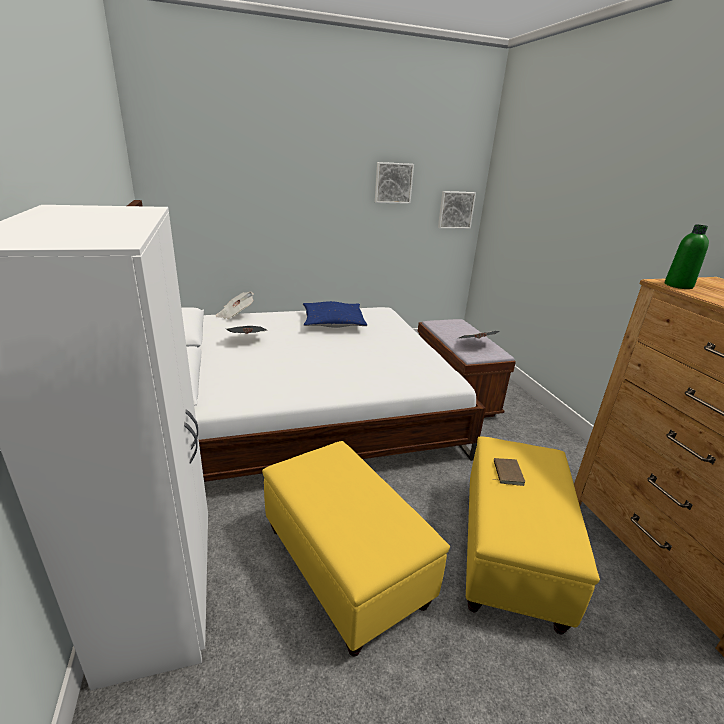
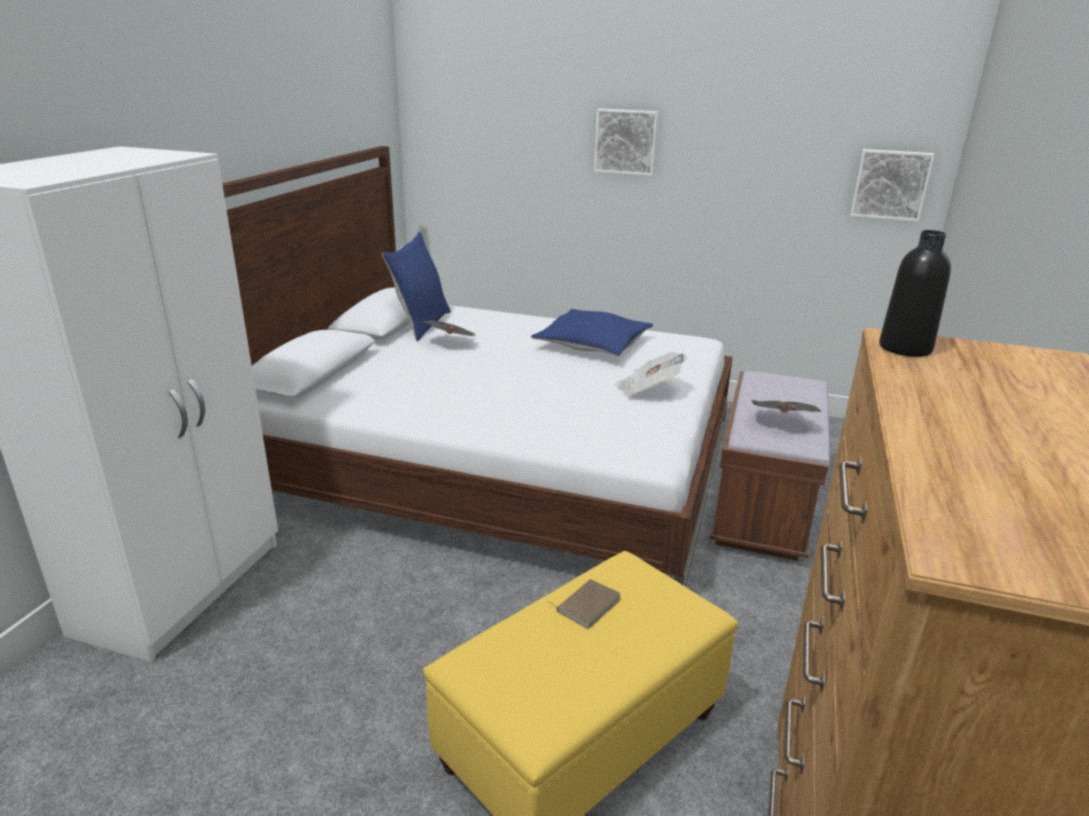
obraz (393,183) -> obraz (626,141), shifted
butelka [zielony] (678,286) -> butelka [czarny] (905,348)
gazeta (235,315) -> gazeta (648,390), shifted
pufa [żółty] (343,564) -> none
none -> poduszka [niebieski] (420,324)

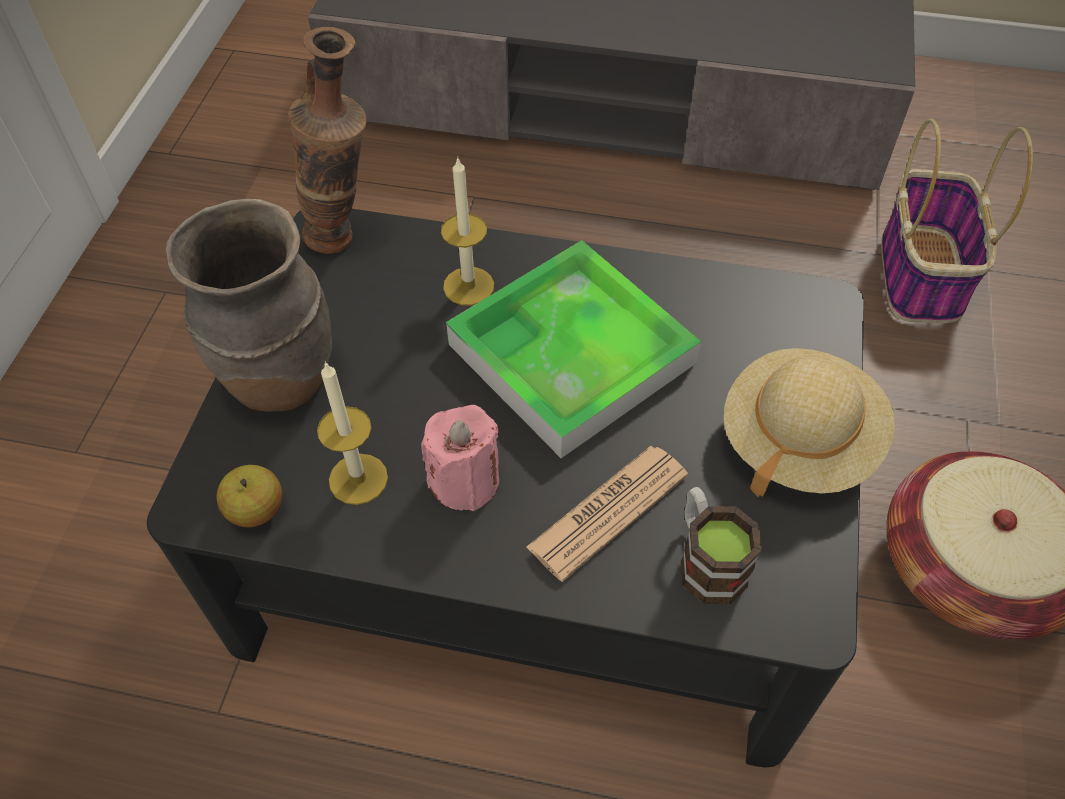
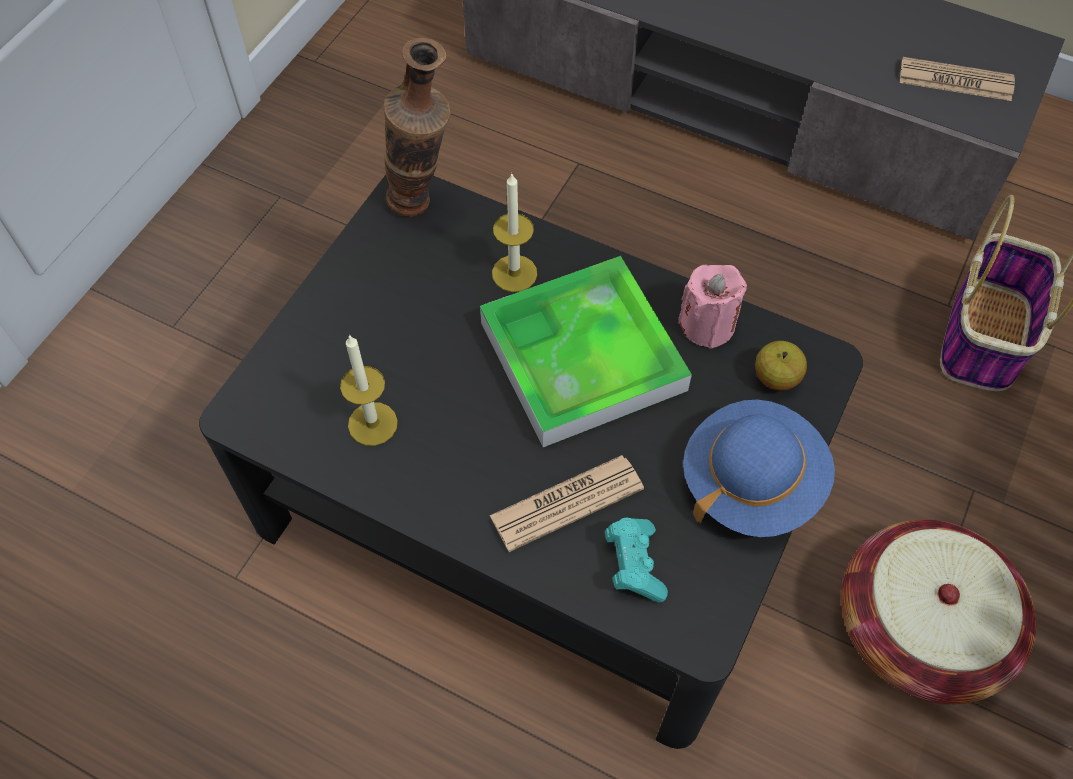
wazon [brązowy] (279,379) -> none
kapelusz [beżowy] (798,441) -> kapelusz [niebieski] (751,482)
świeca [różowy] (465,481) -> świeca [różowy] (707,324), shifted
jabłko (256,510) -> jabłko (776,378), shifted
kubek (706,560) -> pad do gier [turkusowy] (634,564)
none -> gazeta (955,80)

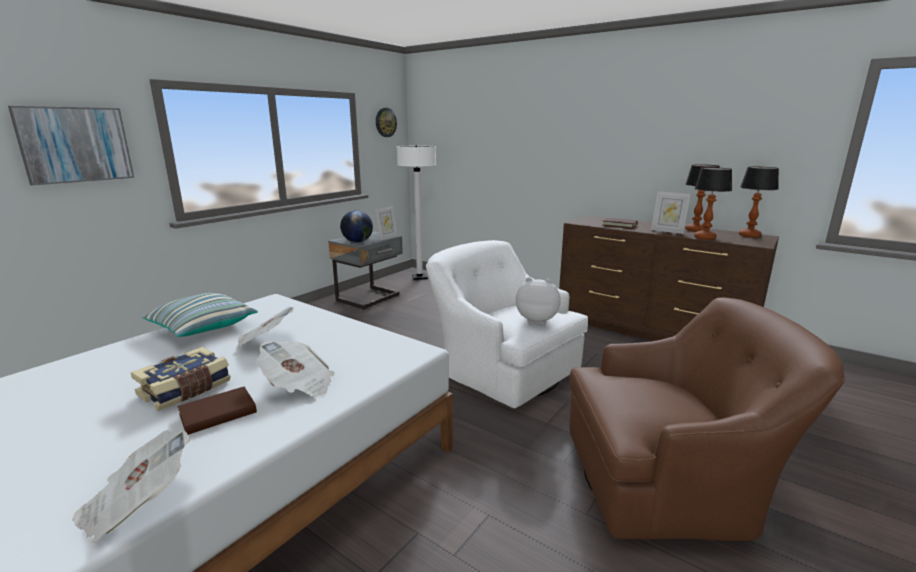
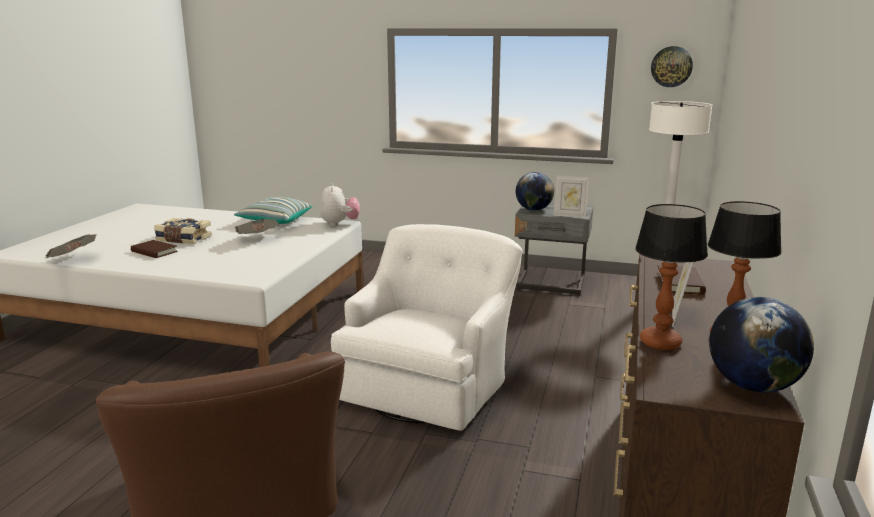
obraz (75,144) -> none
lampa stołowa (749,235) -> globus (752,386)
pluszak (537,320) -> pluszak (339,224), shifted
gazeta (299,386) -> none

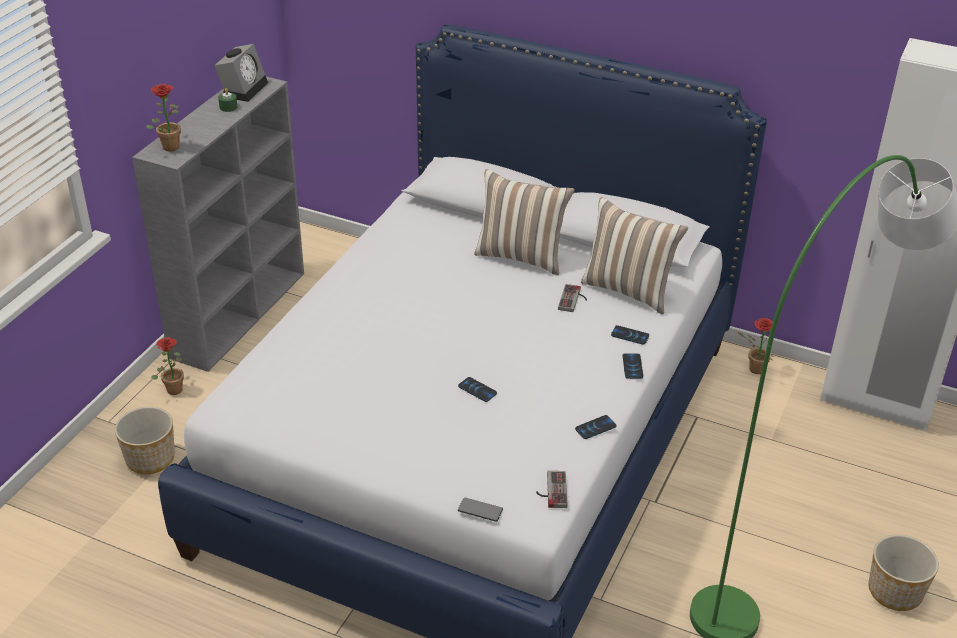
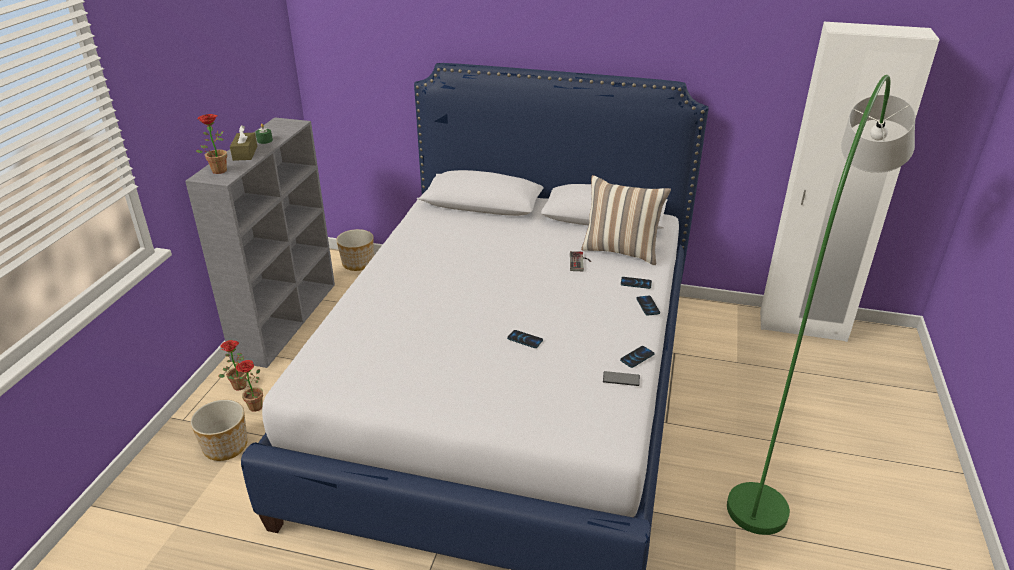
budzik (243,88) -> none
poduszka (521,256) -> none
roślina doniczkowa (753,369) -> roślina doniczkowa (252,407), shifted
pad do gier (551,490) -> none
telefon (480,510) -> telefon (621,379), shifted
donica (894,592) -> donica (357,264), shifted
none -> pudełko chusteczek [brązowy] (245,153)

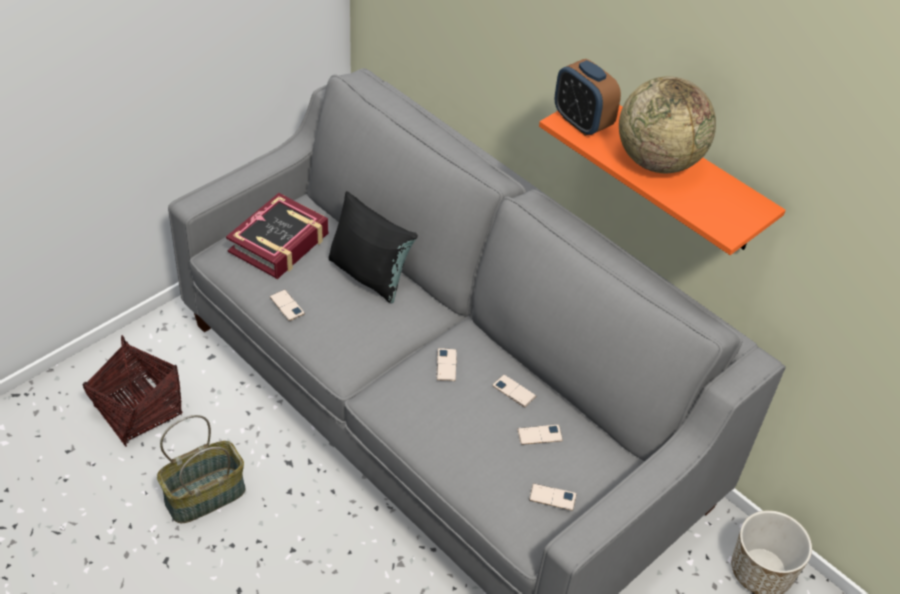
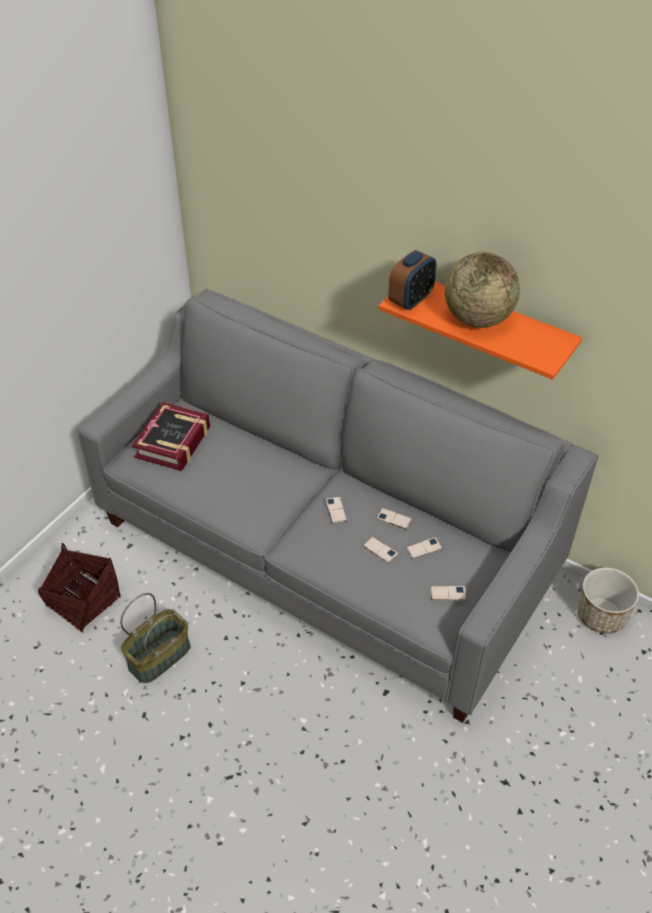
budzik (582,122) -> budzik (411,300), 90 degrees counterclockwise
poduszka [czarny] (369,275) -> none
telefon (287,305) -> telefon (380,550), shifted

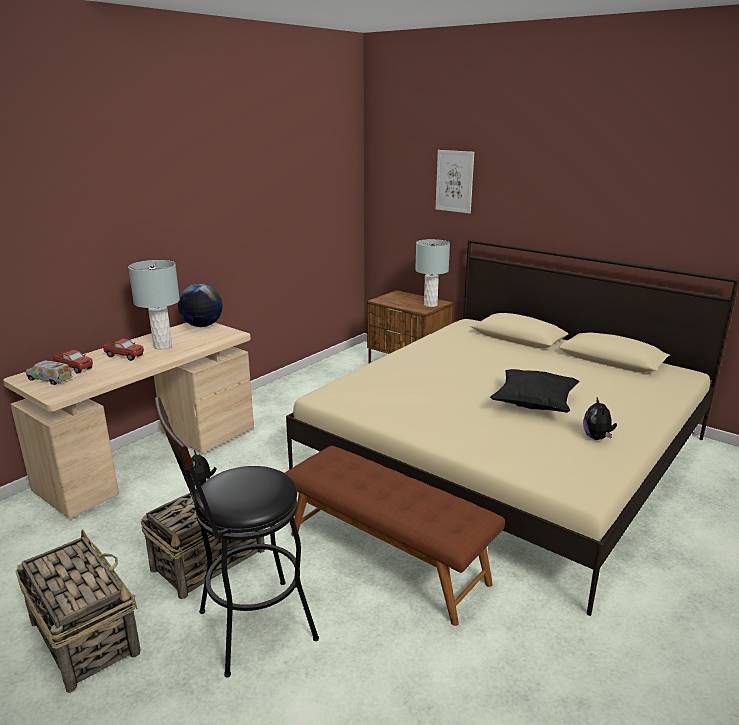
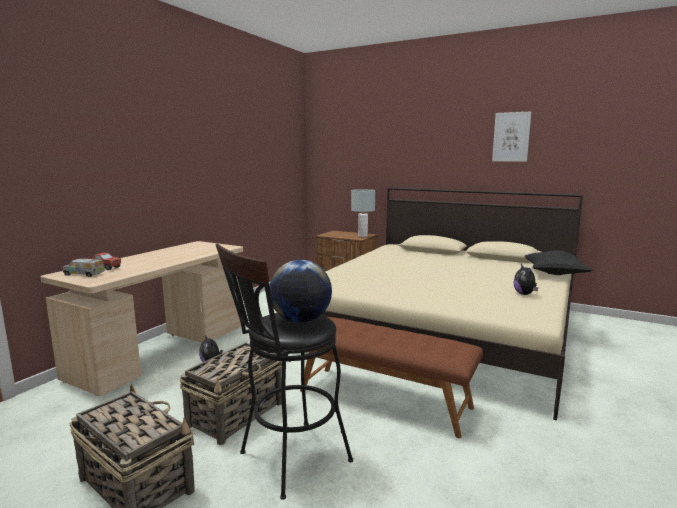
obraz (454,181) -> obraz (511,137), shifted
lampa stołowa [szary] (162,346) -> none
globus (202,326) -> globus (301,320), shifted
ciężarówka zabawkowa (124,356) -> none
poduszka [czarny] (533,405) -> poduszka [czarny] (554,274), shifted

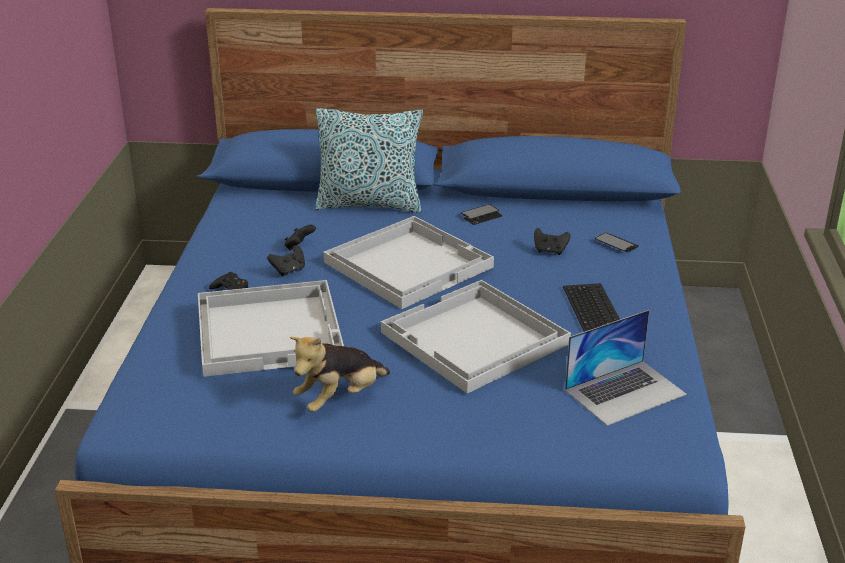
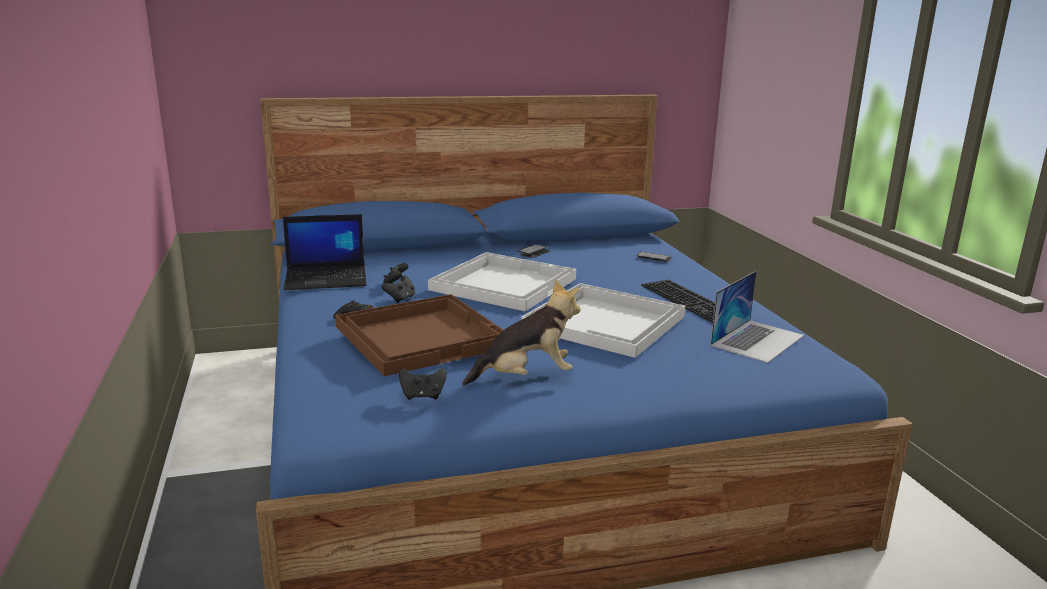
poduszka (369,204) -> none
pad do gier [czarny] (550,251) -> pad do gier [czarny] (422,396), shifted
taca [biały] (270,330) -> taca [brązowy] (422,336)
pluszak (340,399) -> pluszak (526,377), 135 degrees counterclockwise
none -> laptop (327,279)

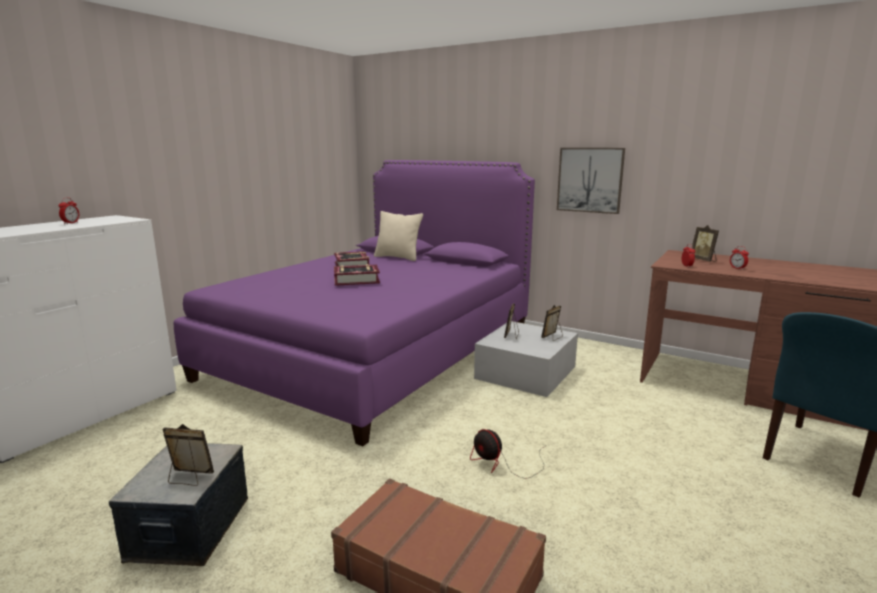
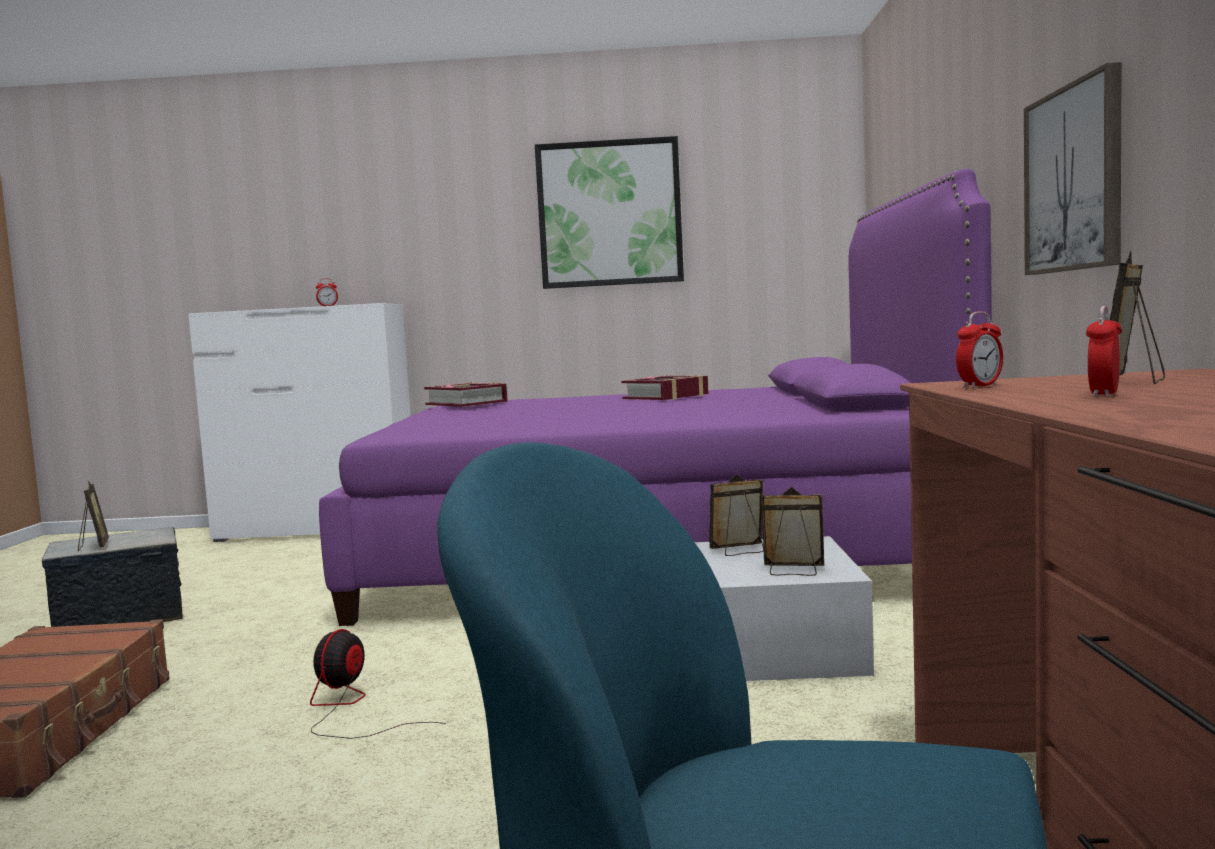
poduszka [beżowy] (398,257) -> none
książka (356,280) -> książka (467,403), shifted
none -> obraz (609,213)

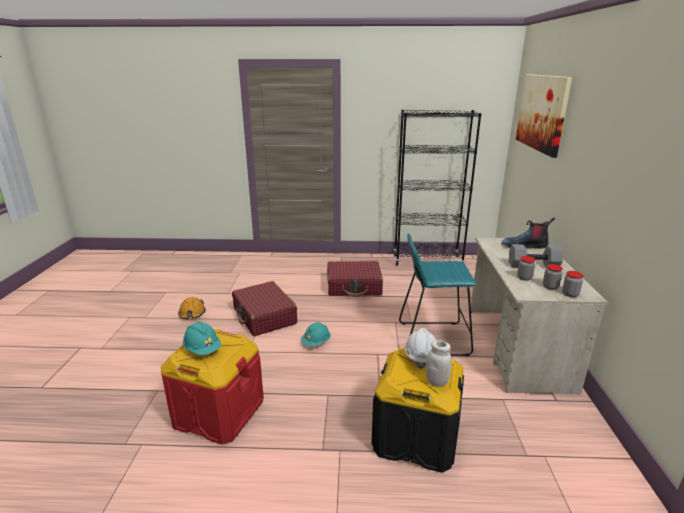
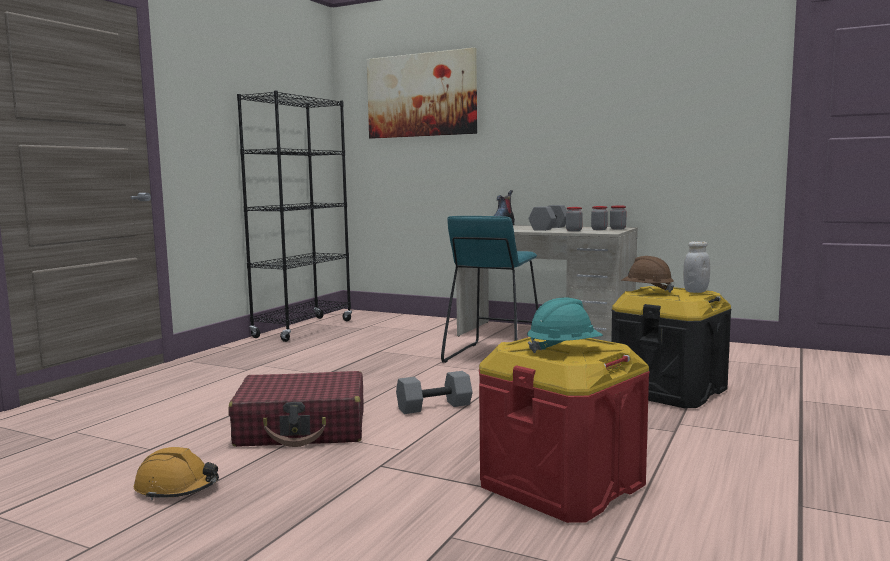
walizka [czerwony] (354,286) -> none
kask [turkusowy] (316,343) -> hantel [szary] (434,406)
kask [biały] (420,356) -> kask [brązowy] (646,290)

